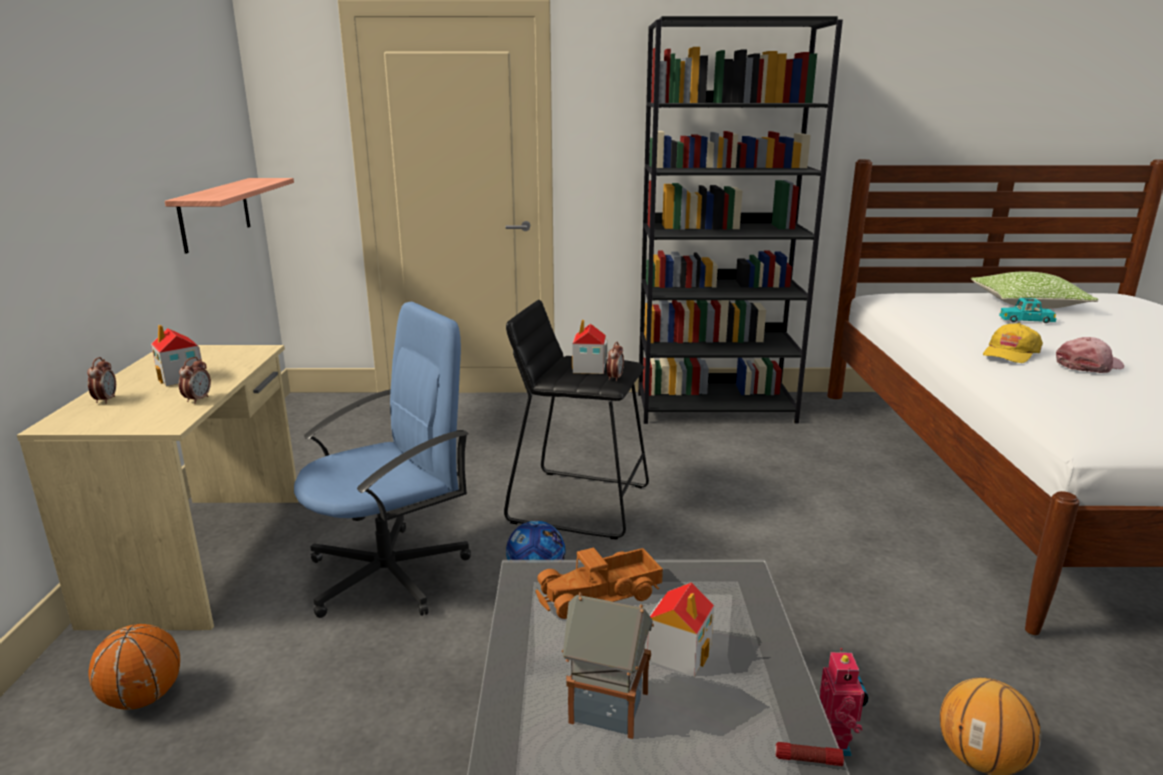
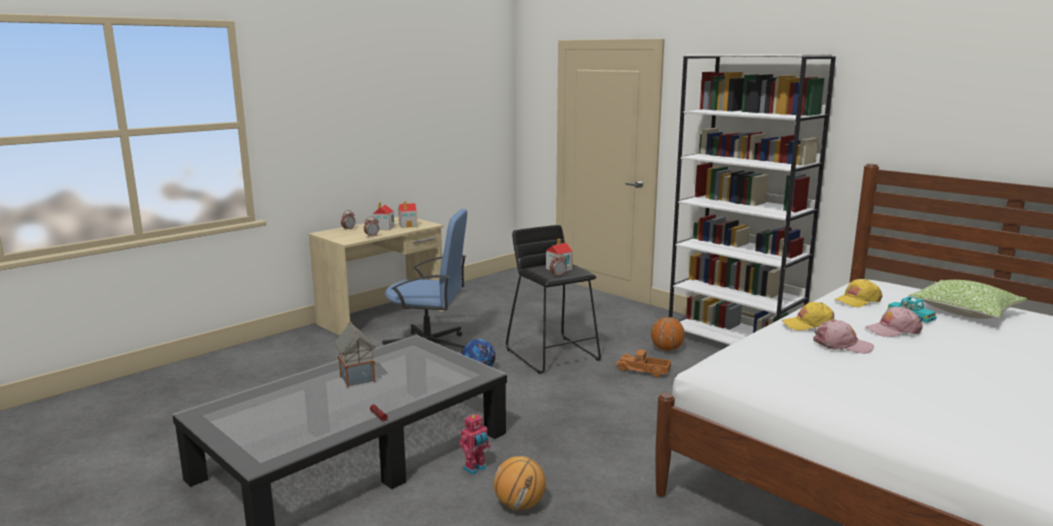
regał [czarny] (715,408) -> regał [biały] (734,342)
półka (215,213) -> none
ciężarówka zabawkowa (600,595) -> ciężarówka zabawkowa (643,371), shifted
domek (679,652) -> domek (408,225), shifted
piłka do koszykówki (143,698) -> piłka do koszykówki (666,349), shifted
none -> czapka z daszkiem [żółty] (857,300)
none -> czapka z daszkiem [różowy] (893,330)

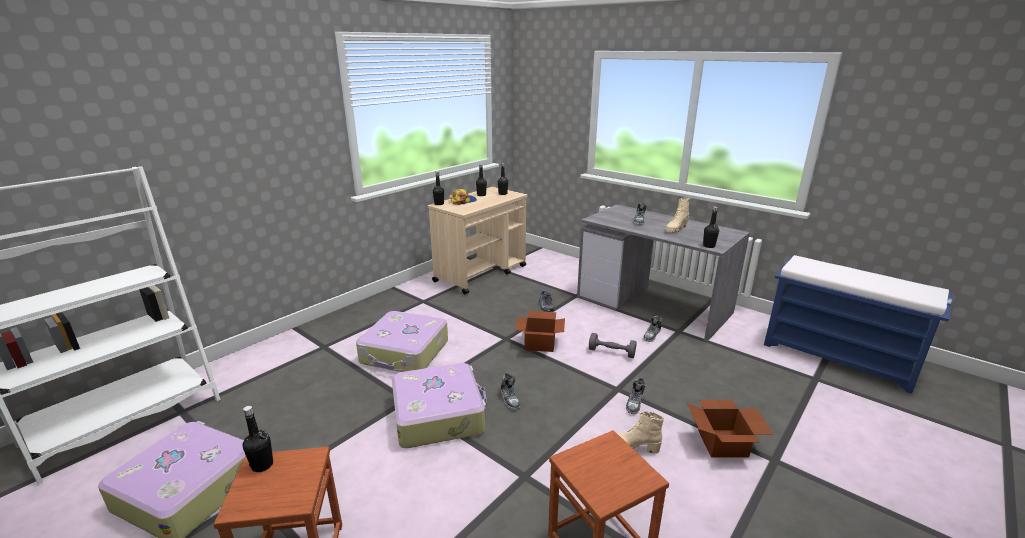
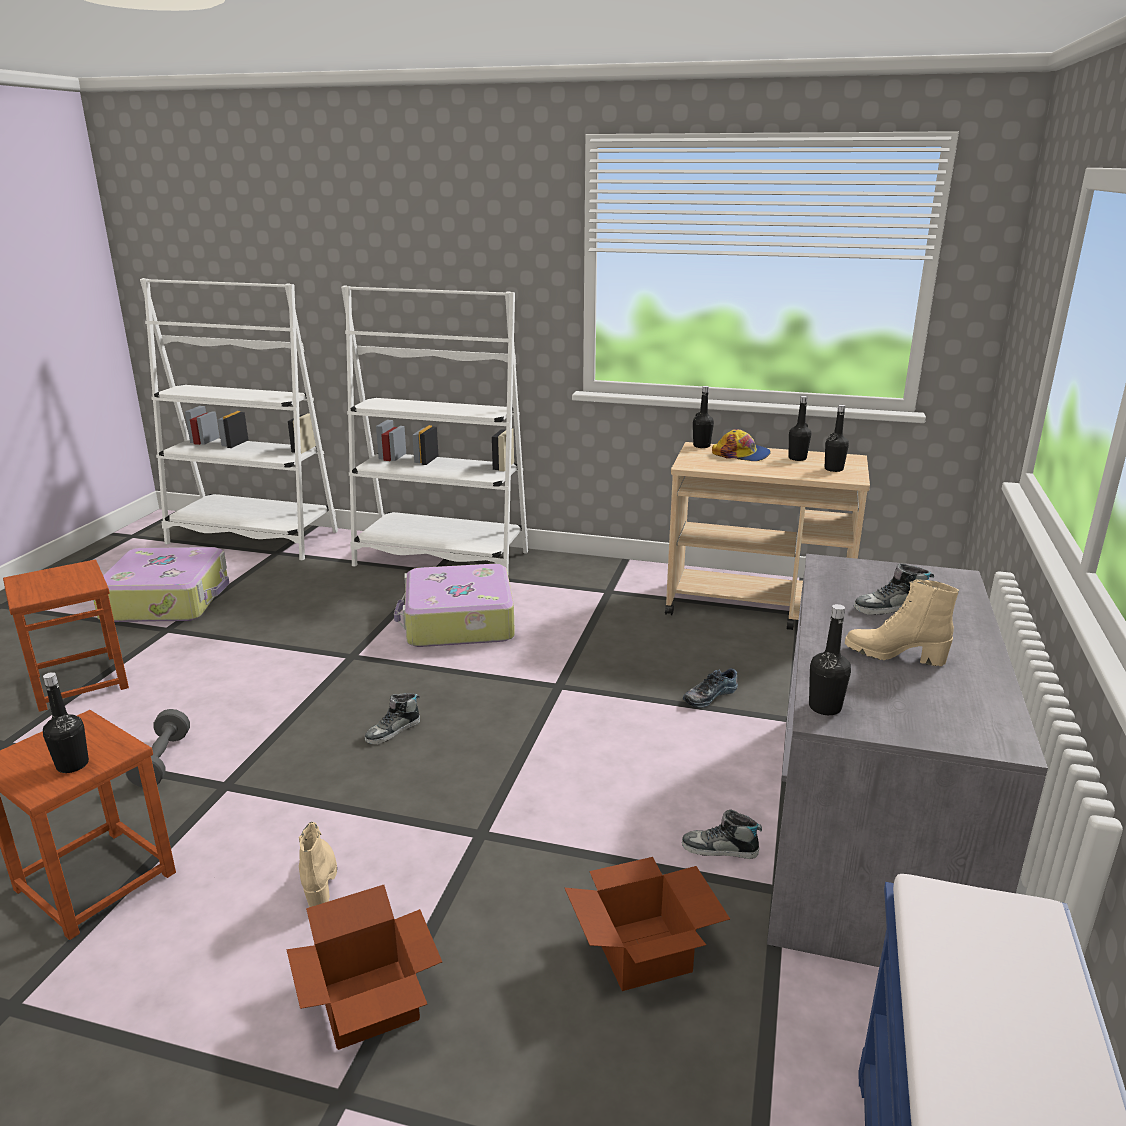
karton (540,343) -> karton (646,953), shifted
hantel [szary] (611,352) -> hantel [szary] (162,761), shifted
walizka (439,414) -> none
but (635,403) -> none
butelka [czarny] (262,465) -> butelka [czarny] (72,765), shifted
none -> regał [biały] (442,559)

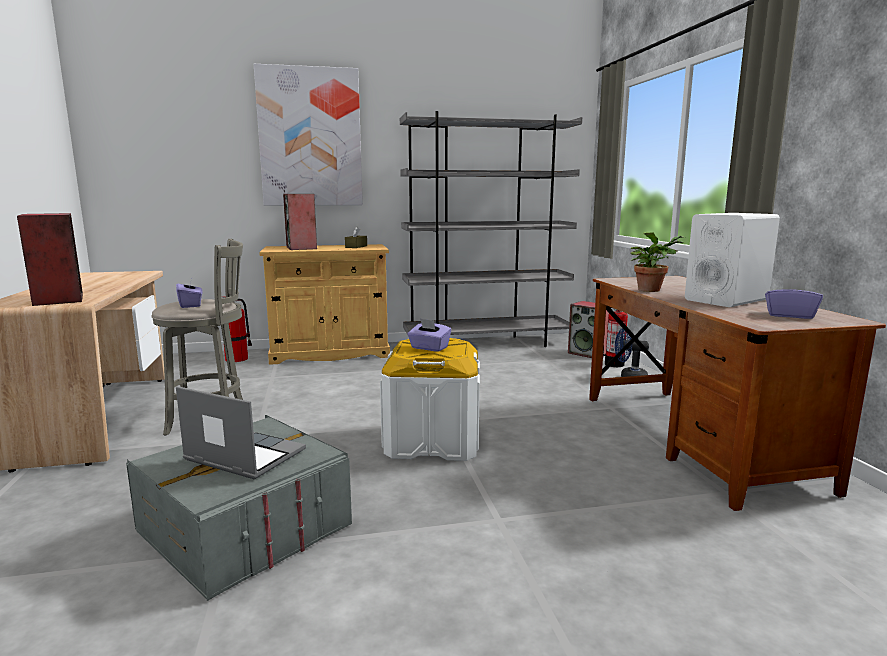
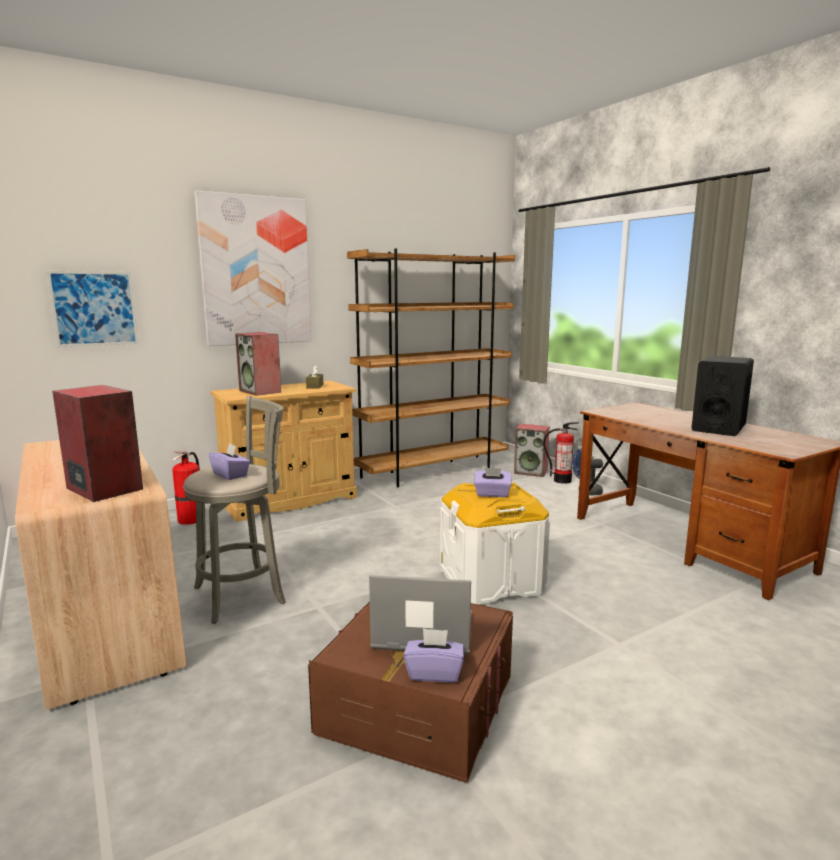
regał [szary] (486,344) -> regał [brązowy] (433,472)
głośnik [biały] (726,300) -> głośnik [czarny] (718,428)
roślina doniczkowa (650,290) -> none
pudełko chusteczek [fioletowy] (789,315) -> pudełko chusteczek [fioletowy] (434,672), shifted
pojemnik do przechowywania [szary] (244,528) -> pojemnik do przechowywania [brązowy] (417,704)
none -> obraz (94,308)

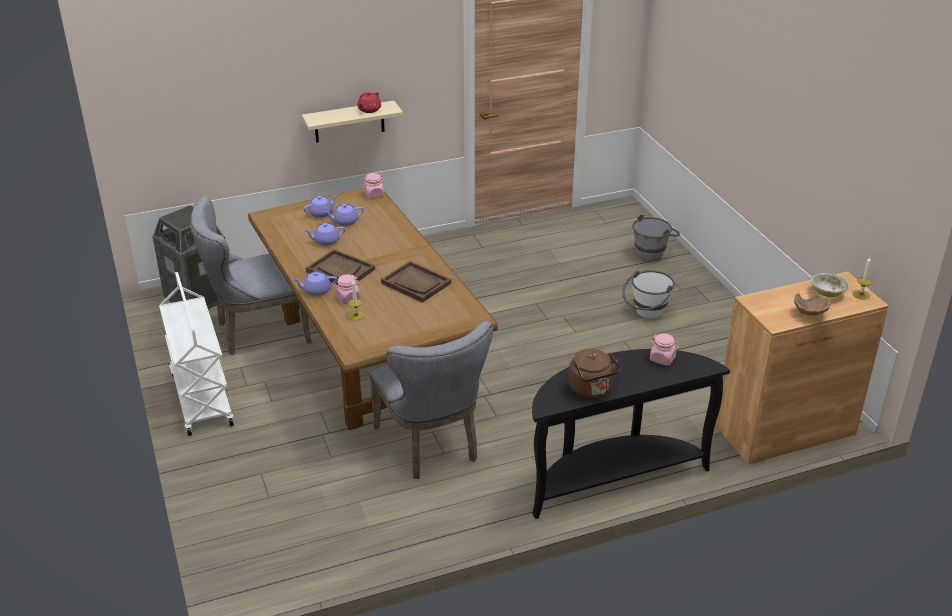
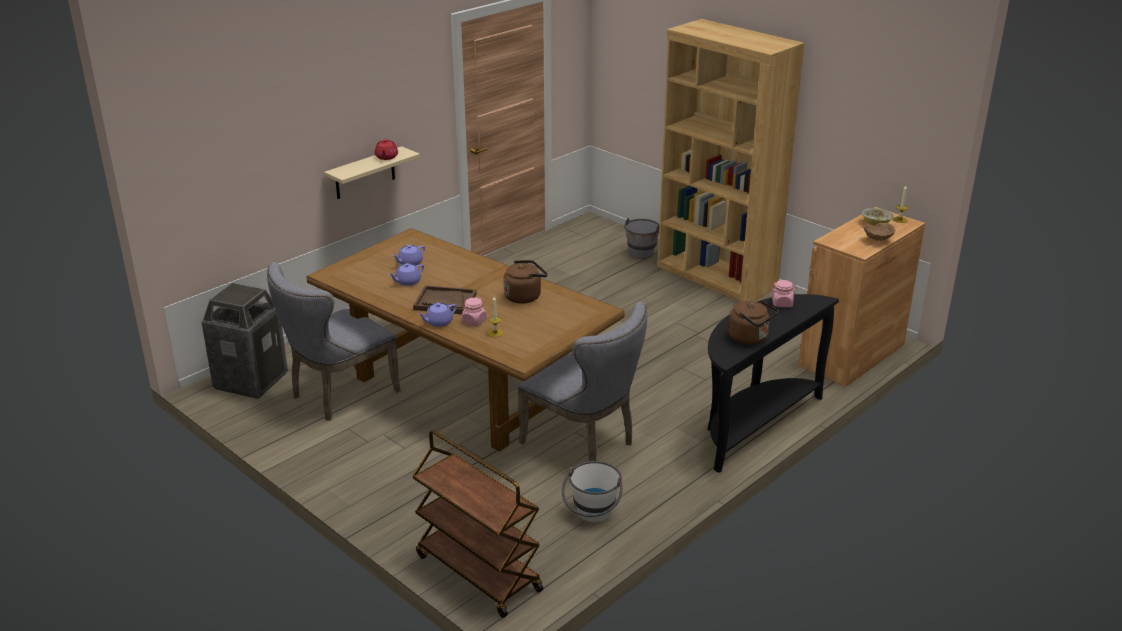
słoik [różowy] (374,194) -> none
imbryk [fioletowy] (321,213) -> none
taca [brązowy] (416,283) -> czajnik [brązowy] (524,296)
wiadro [biały] (646,313) -> wiadro [biały] (592,516), shifted
wózek [biały] (201,398) -> none
none -> regał [brązowy] (716,277)
none -> wózek [brązowy] (477,573)

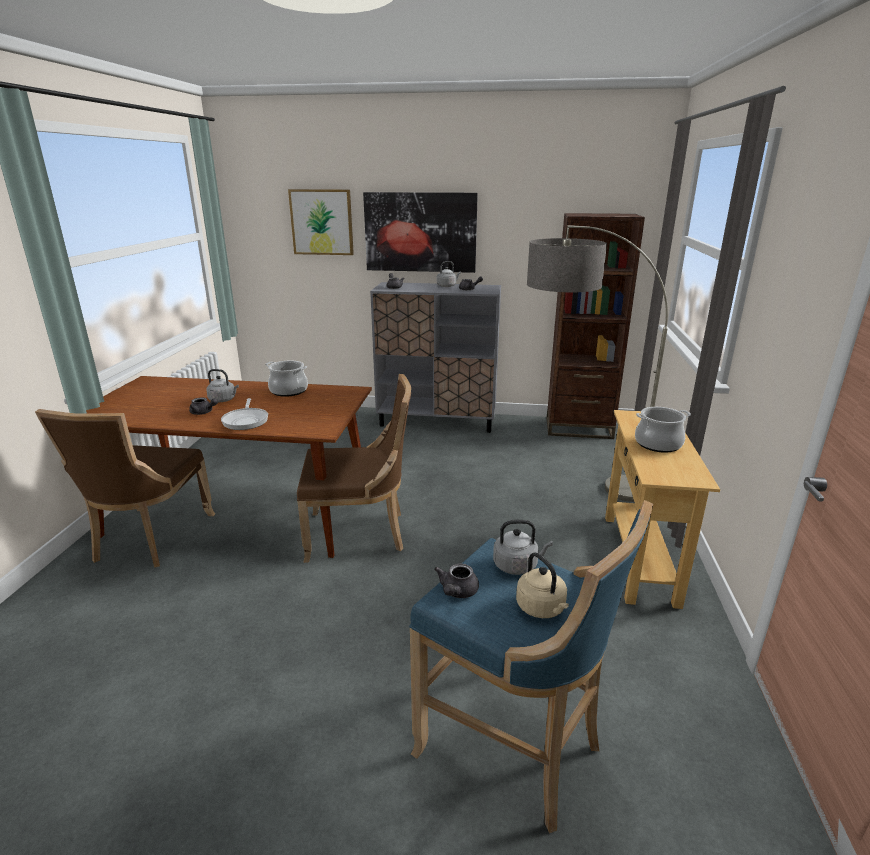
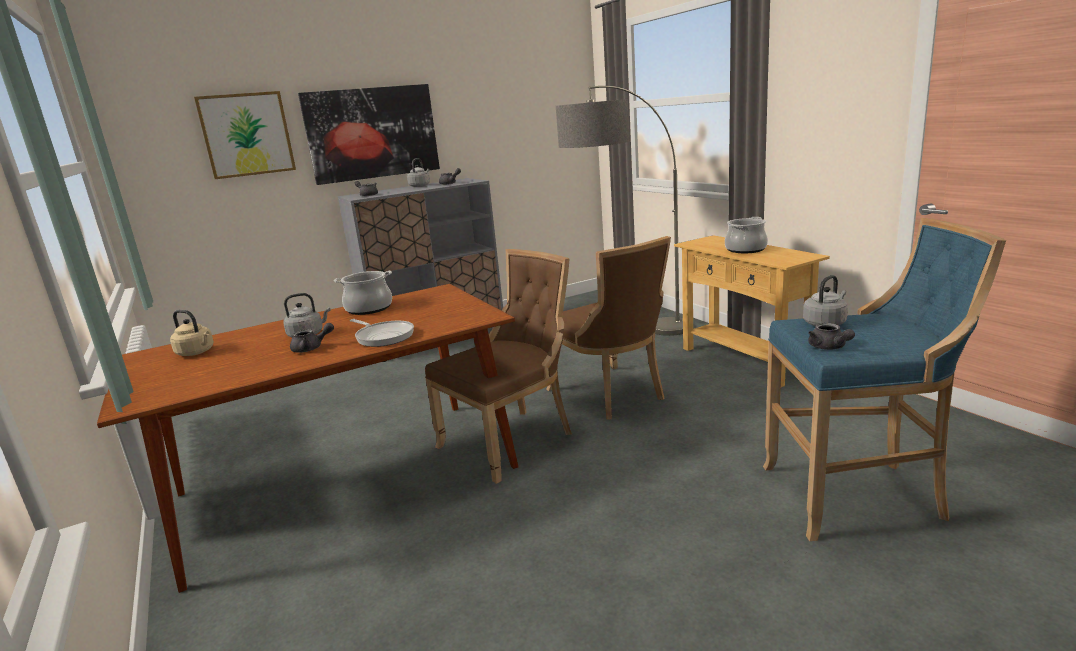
regał [brązowy] (579,428) -> none
krzesło [brązowy] (150,539) -> krzesło [brązowy] (610,394), shifted
czajnik [beżowy] (542,609) -> czajnik [beżowy] (197,352), shifted

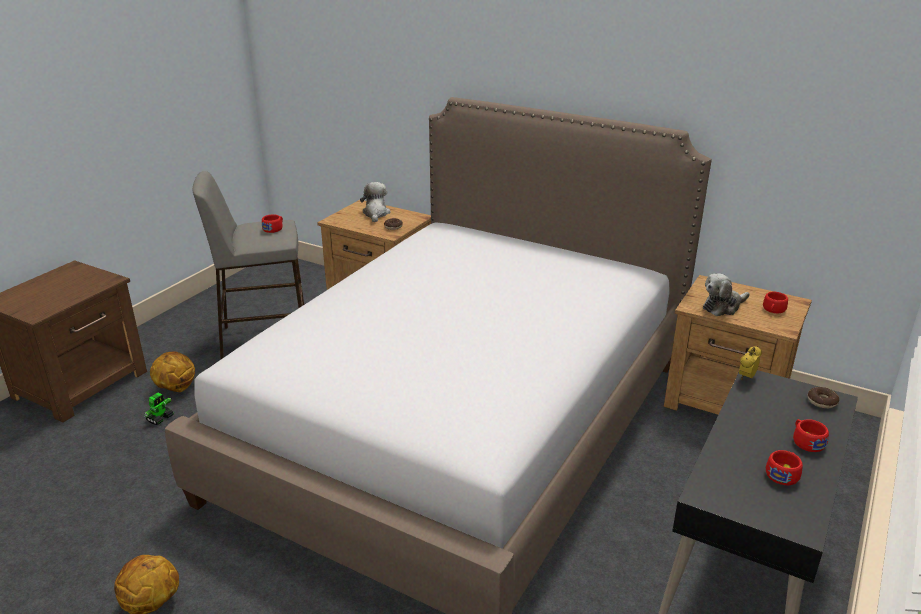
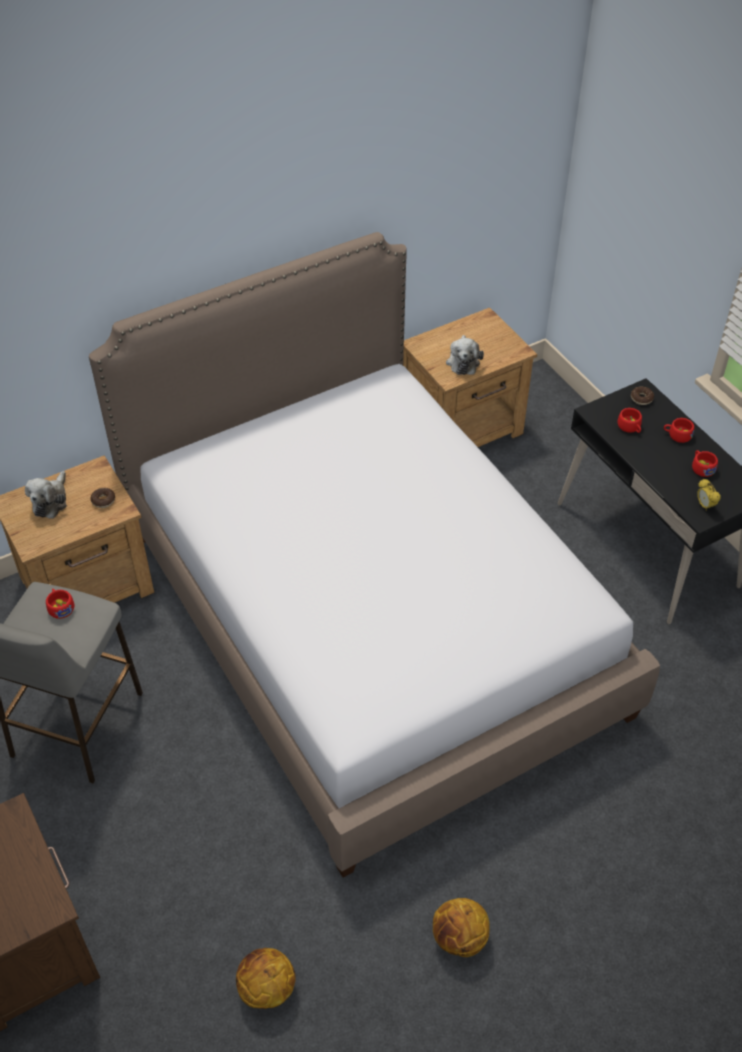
pluszak (376,214) -> pluszak (51,501), 105 degrees counterclockwise
filiżanka [czerwony] (773,310) -> filiżanka [czerwony] (630,427), shifted
budzik (746,377) -> budzik (704,505), shifted
piłka do koszykówki (176,388) -> piłka do koszykówki (266,989), shifted
robot zabawkowy (160,418) -> none

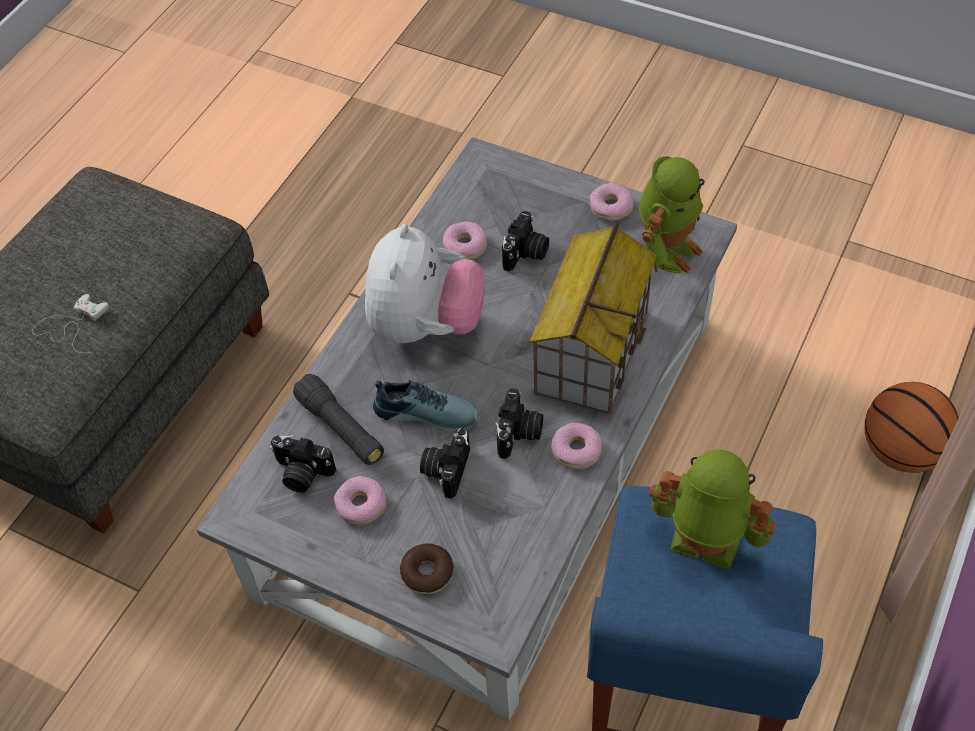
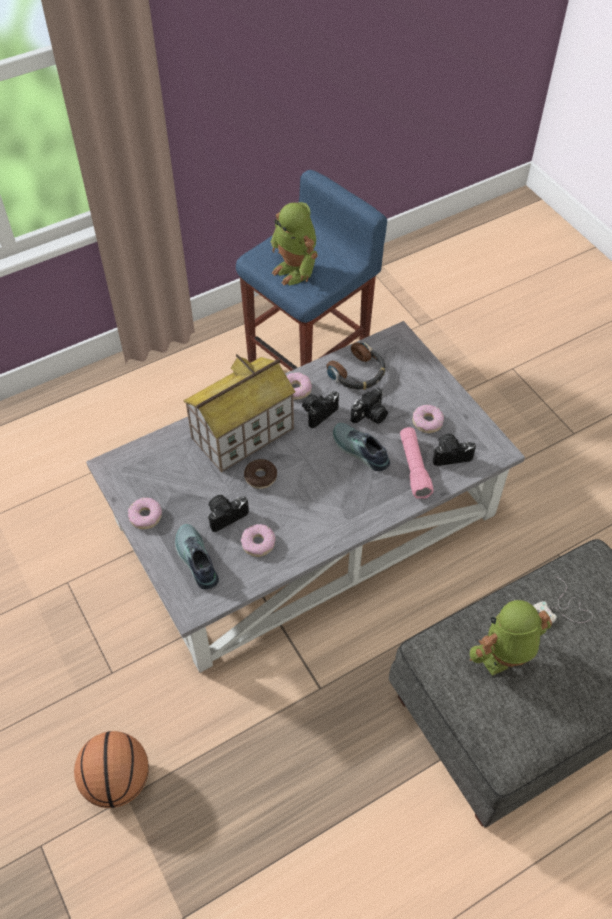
robot zabawkowy (667,249) -> robot zabawkowy (503,659), shifted
pluszak (425,325) -> none
latarka [czarny] (341,428) -> latarka [różowy] (414,467)
piłka do koszykówki (901,451) -> piłka do koszykówki (117,780), shifted
aparat fotograficzny (302,473) -> aparat fotograficzny (450,454), 60 degrees counterclockwise
donut (427,573) -> donut (260,477), shifted
none -> słuchawki (358,373)
none -> but (195,560)

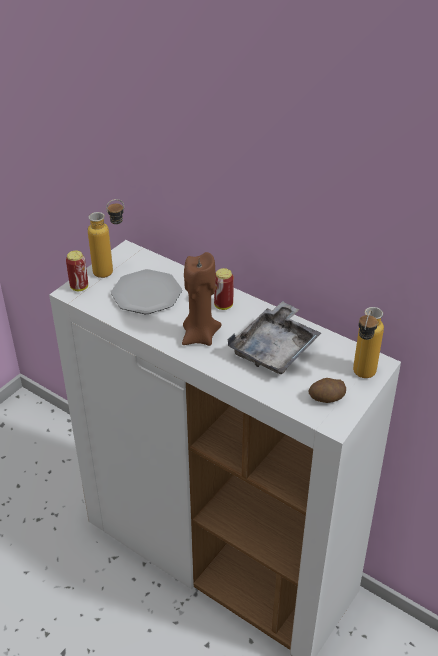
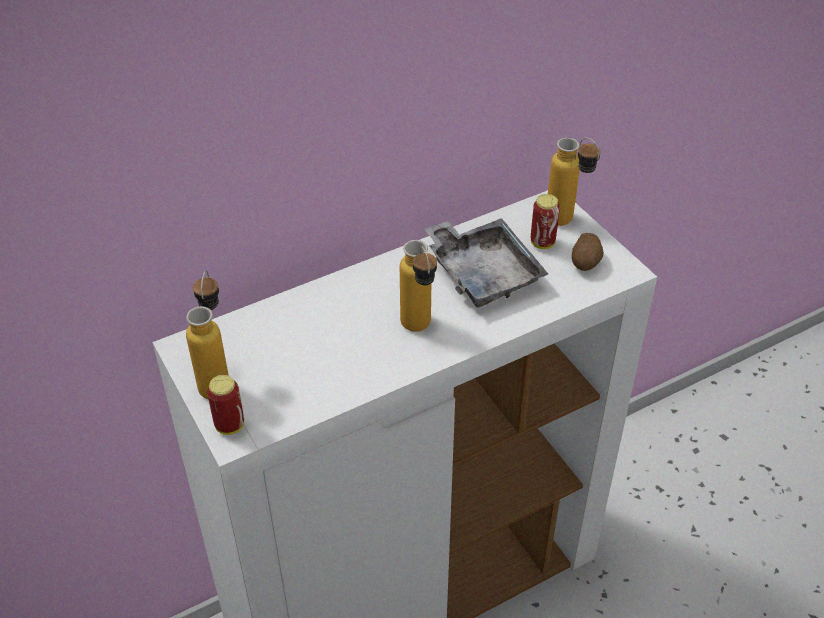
świeca [brązowy] (199,336) -> butelka (419,331)
puszka (223,305) -> puszka (542,242), shifted
talerz (146,294) -> none

